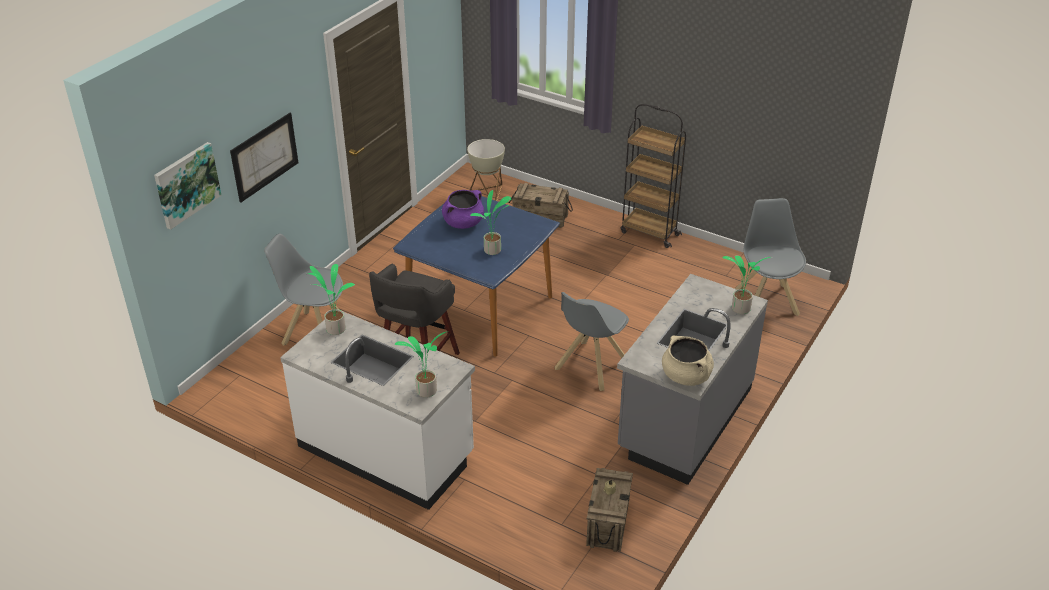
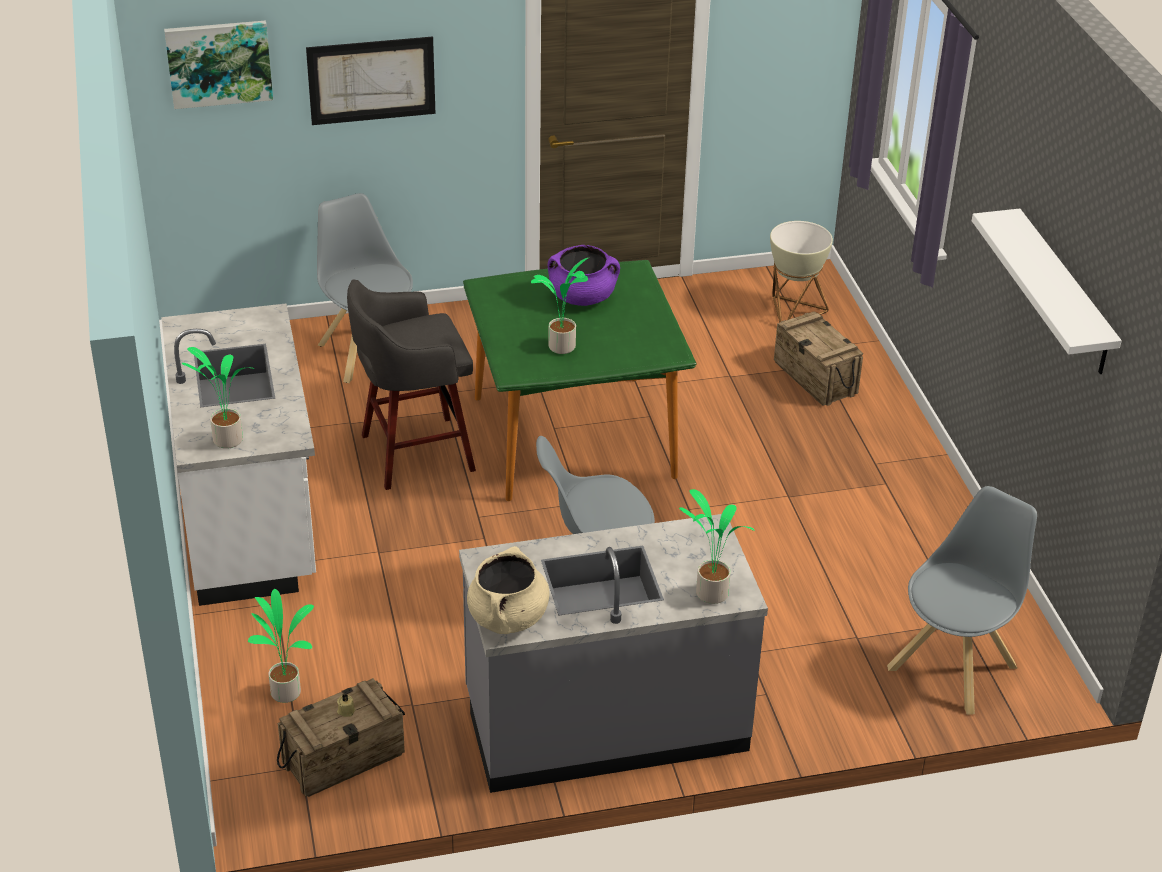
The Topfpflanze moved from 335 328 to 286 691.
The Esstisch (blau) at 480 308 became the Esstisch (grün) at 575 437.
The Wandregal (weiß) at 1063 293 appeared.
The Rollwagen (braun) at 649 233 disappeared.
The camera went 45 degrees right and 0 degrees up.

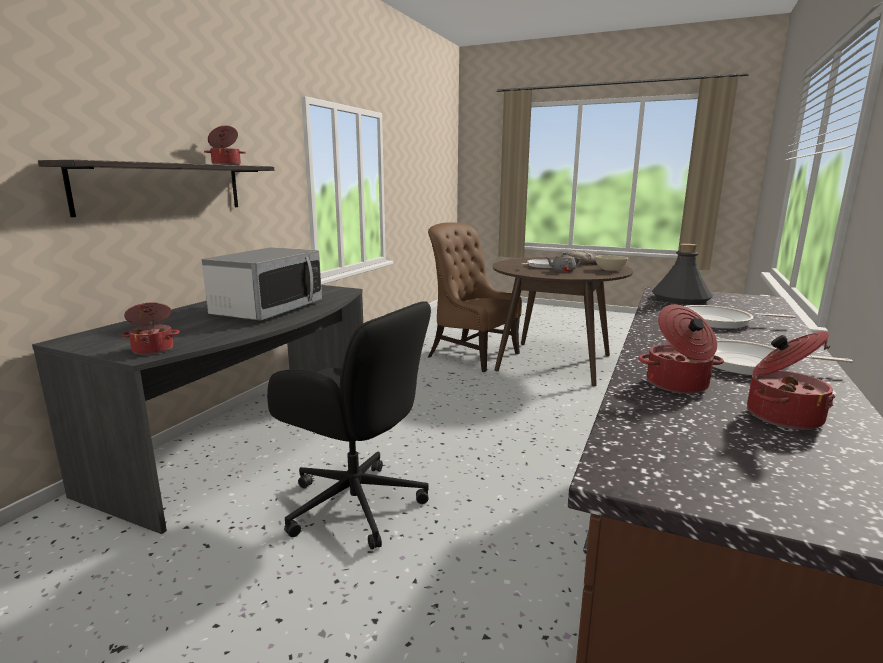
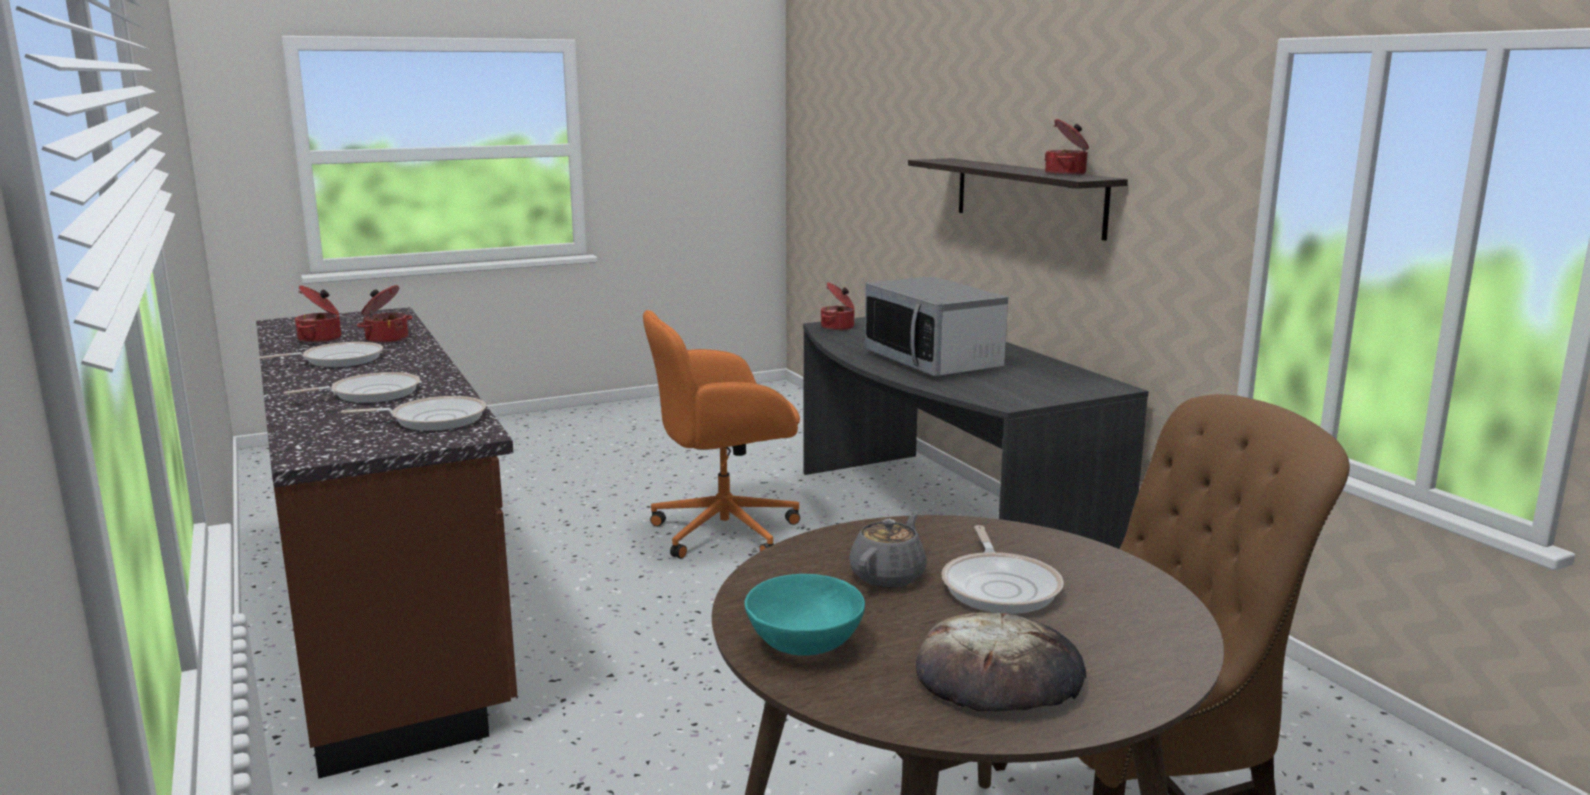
The Flasche (grau) at 681 299 was replaced by the Pfanne at 433 419.
The Bürostuhl (schwarz) at 354 505 became the Bürostuhl (orange) at 725 532.
The Schüssel (beige) at 610 270 became the Schüssel (türkis) at 805 644.
The camera went 130 degrees right and 0 degrees up.

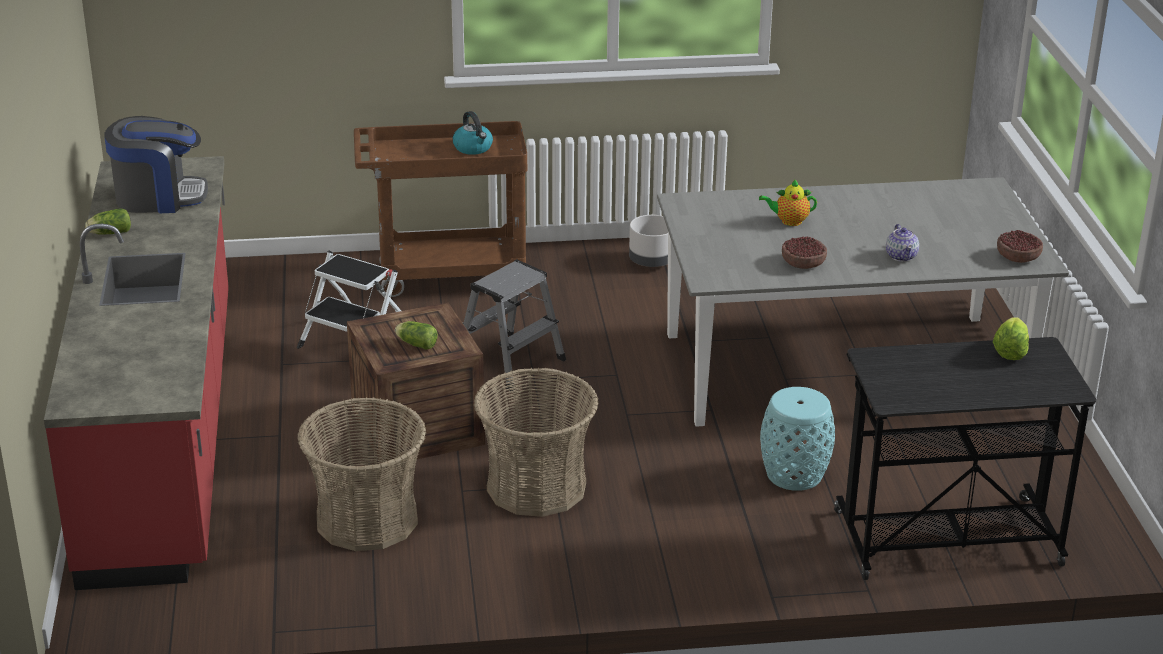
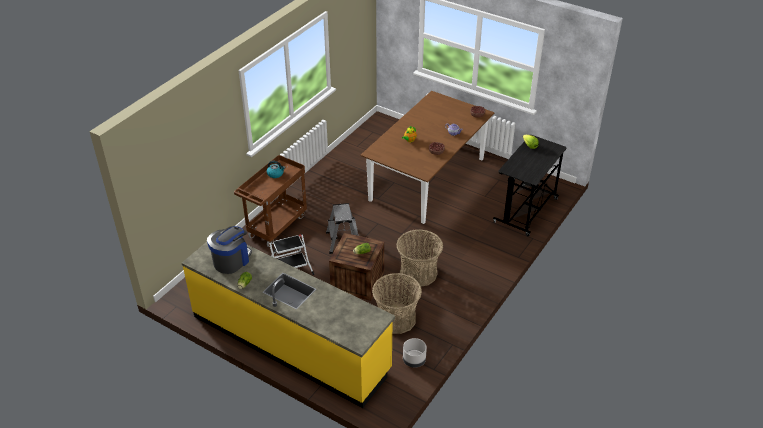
The Küchenzeile (rot) at 164 431 became the Küchenzeile (gelb) at 290 342.
The Esstisch (grau) at 843 368 became the Esstisch (braun) at 427 179.
The Pflanzkübel (grau) moved from 651 262 to 414 360.
The Hocker (türkis) at 794 475 disappeared.
The camera went 50 degrees left and 10 degrees up.

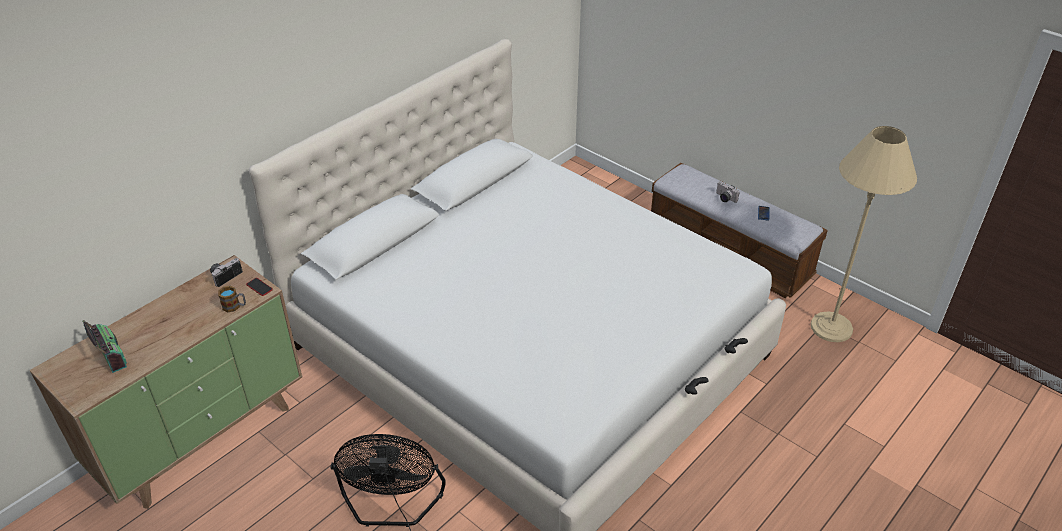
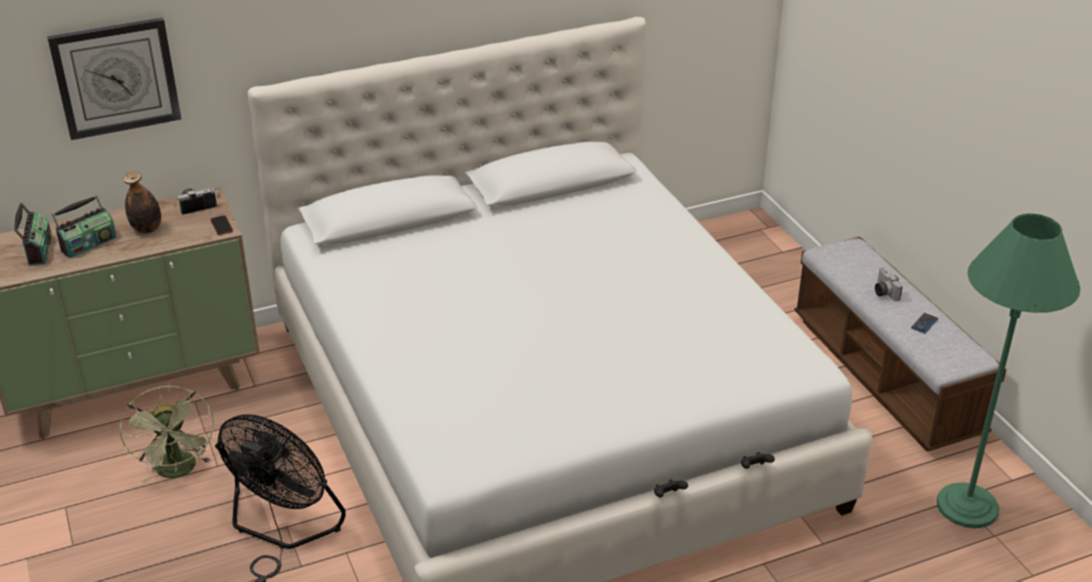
The Wanduhr at 116 77 appeared.
The Radio at 88 244 appeared.
The Ventilator (grün) at 179 471 appeared.
The Flasche at 147 229 appeared.
The Stehlampe (beige) at 831 327 became the Stehlampe (grün) at 967 506.
The Henkelbecher at 235 306 disappeared.
The camera went 25 degrees right and 5 degrees down.

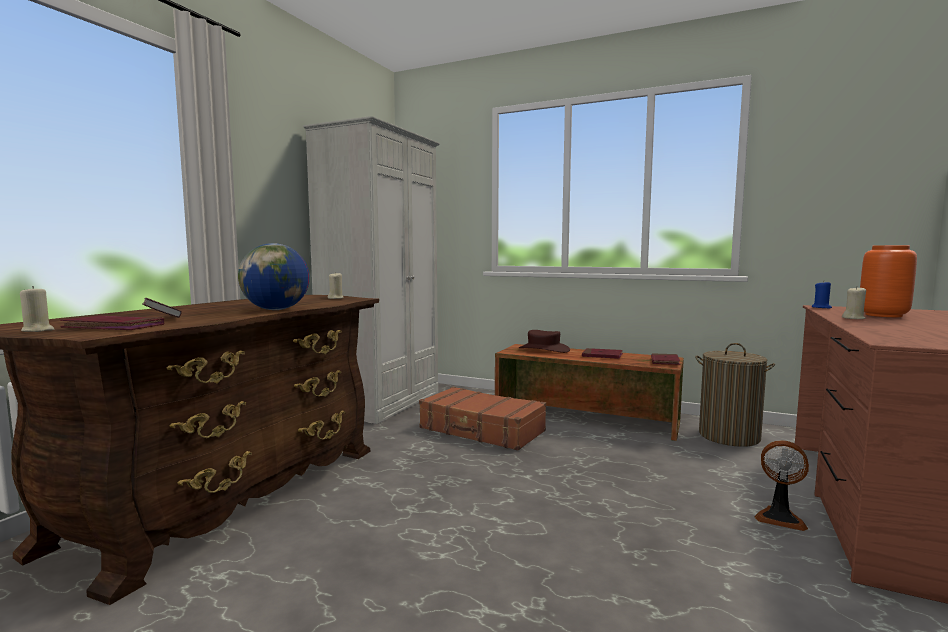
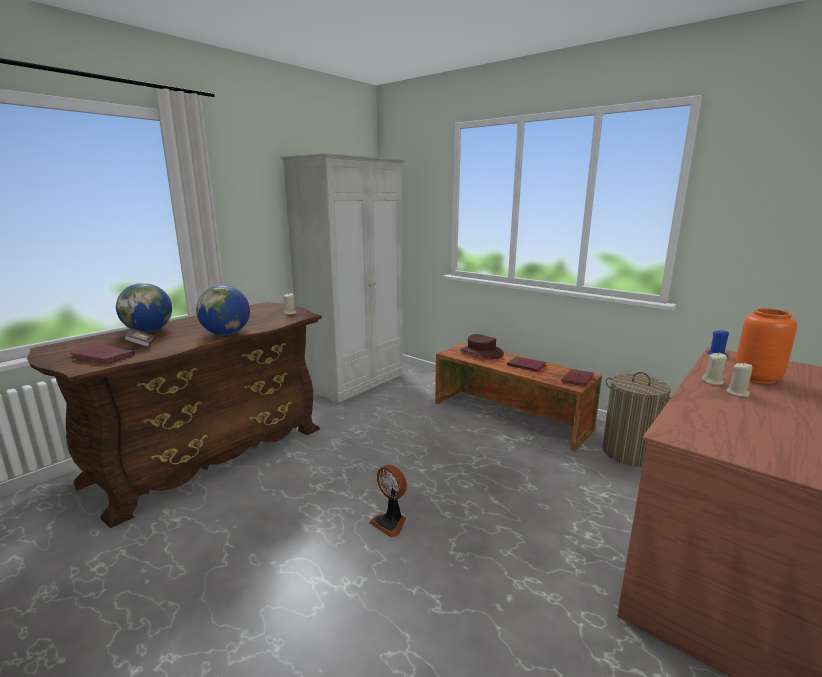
The Globus at 149 331 appeared.
The Ventilator moved from 779 518 to 390 522.
The Kerze (beige) moved from 38 330 to 737 393.
The Koffer (braun) at 481 430 disappeared.
The camera went 15 degrees right and 10 degrees up.

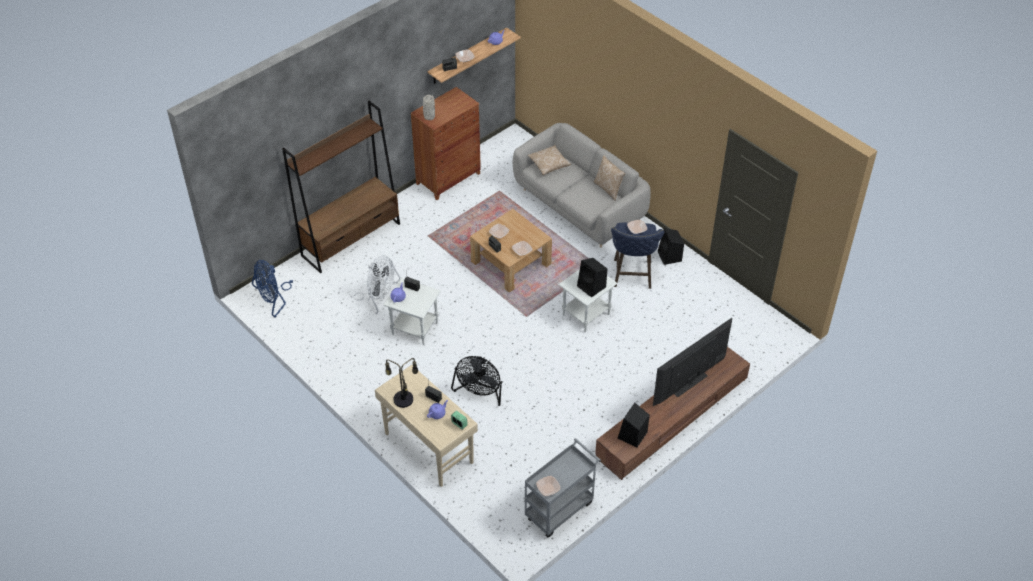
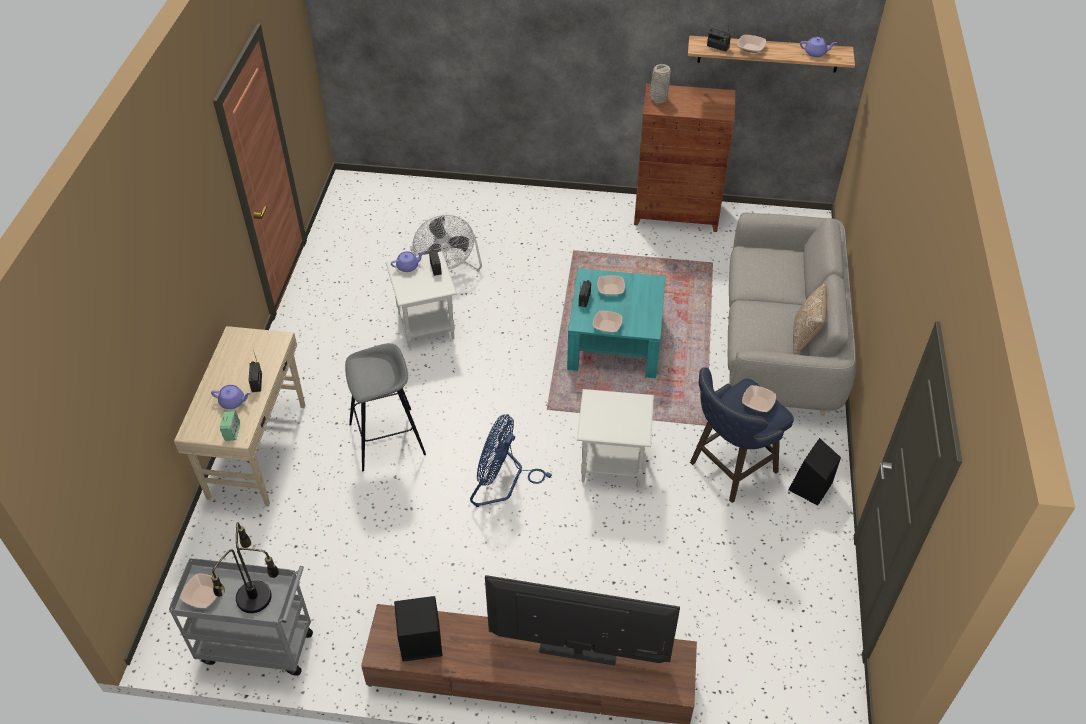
The Tischlampe moved from 403 399 to 254 598.
The Ventilator (schwarz) at 479 390 was replaced by the Hocker (grau) at 387 439.
The Ventilator (blau) moved from 273 297 to 505 478.
The Couchtisch (braun) at 511 263 became the Couchtisch (türkis) at 615 342.
The Bücherregal (braun) at 351 239 disappeared.
The Kissen at 549 165 disappeared.
The Lautsprecher (schwarz) at 592 287 disappeared.
The camera went 50 degrees right and 0 degrees up.

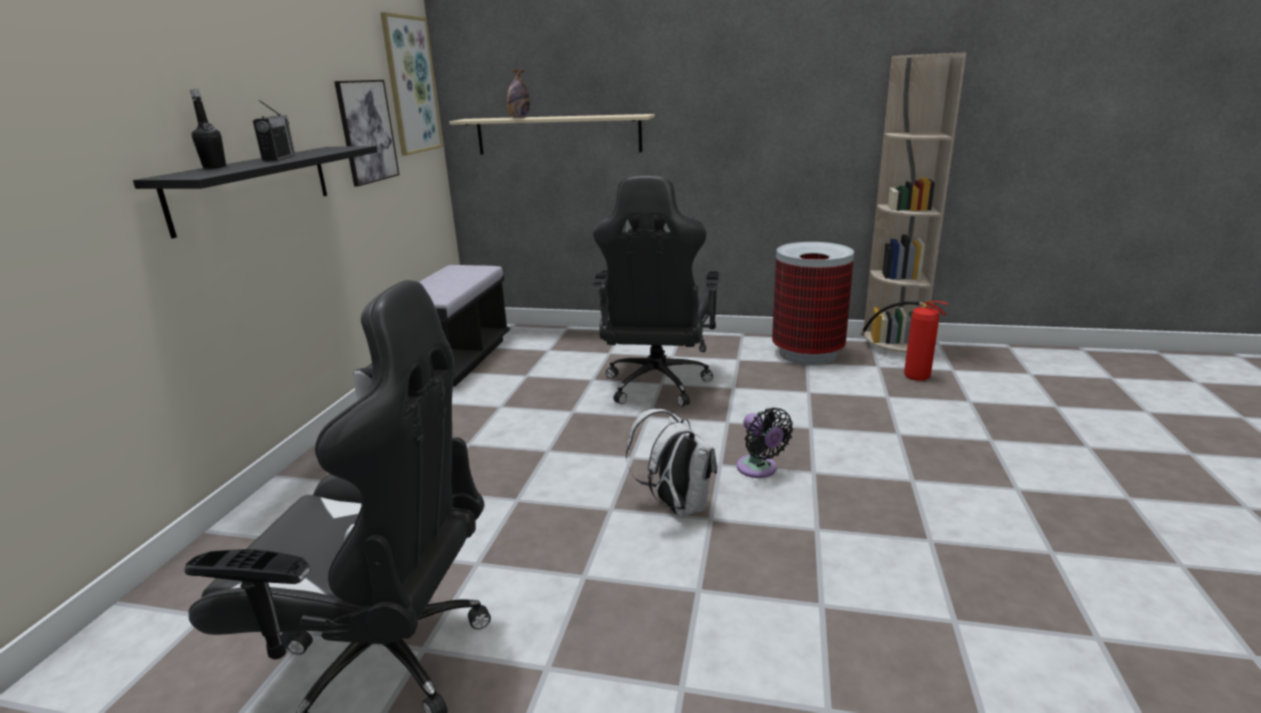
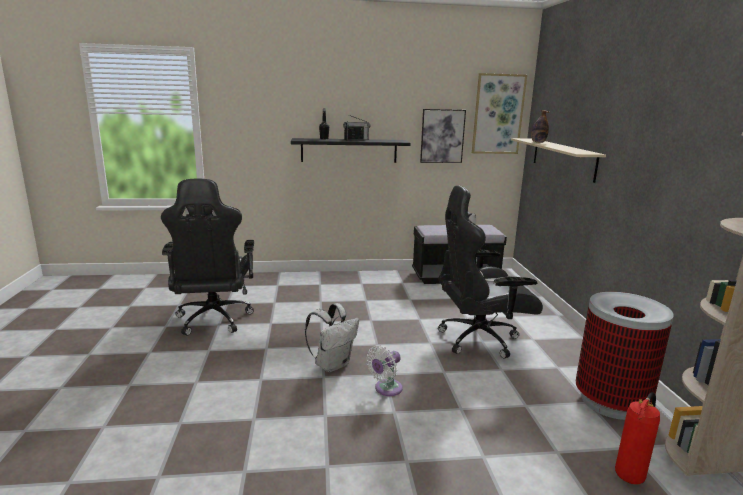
The Ventilator (schwarz) at 759 469 became the Ventilator (weiß) at 386 389.
The camera went 70 degrees right and 5 degrees down.

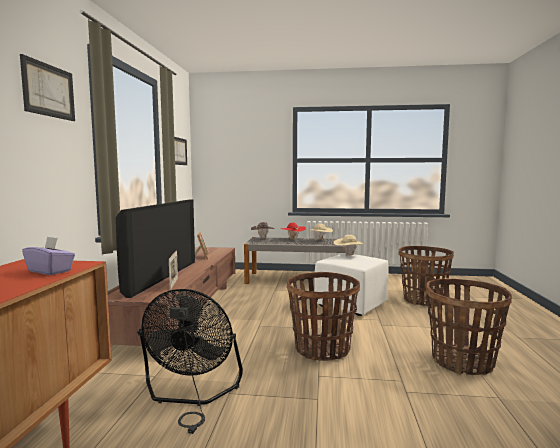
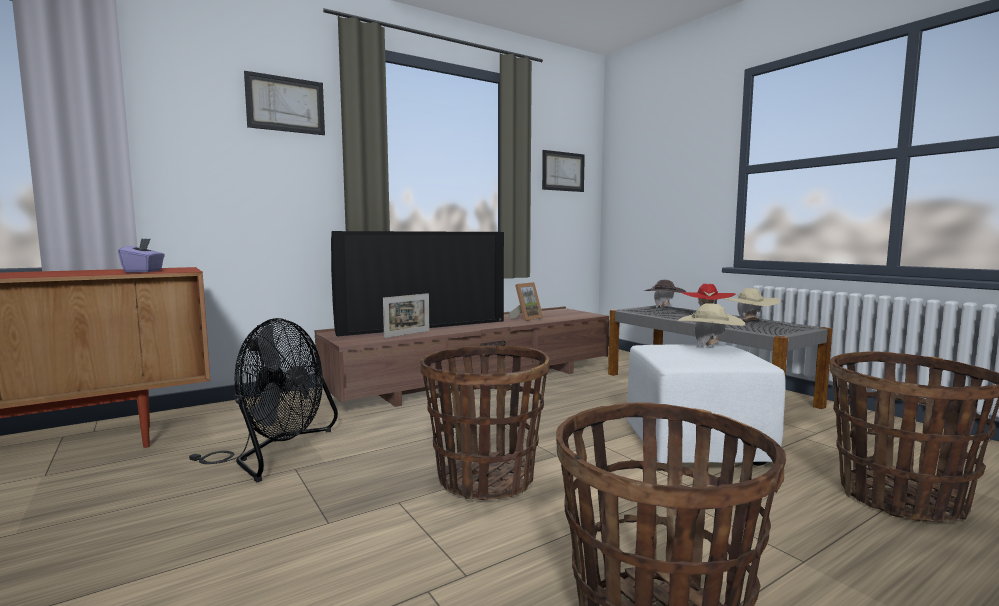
The Ventilator (schwarz) at 188 395 turned 45 degrees clockwise.
The camera went 50 degrees right and 0 degrees up.

